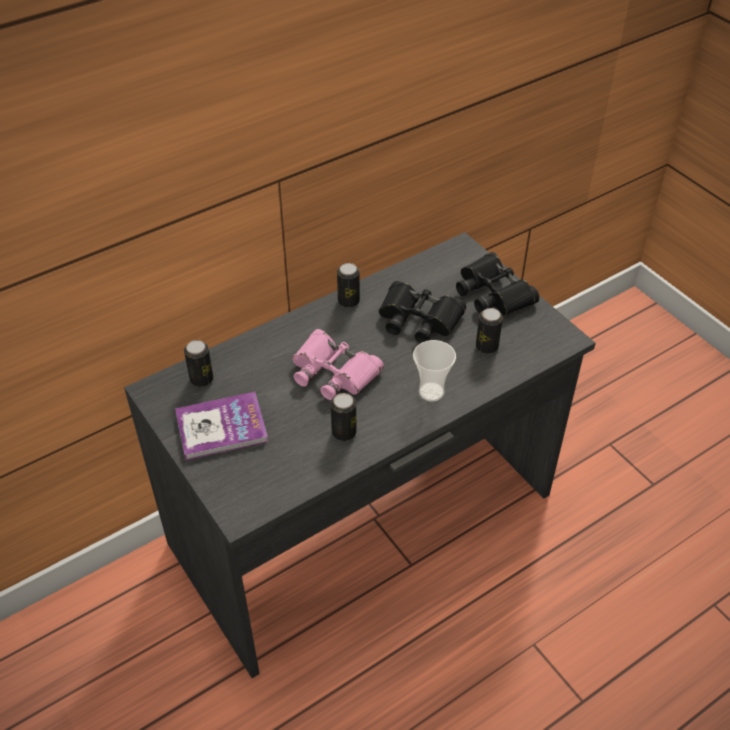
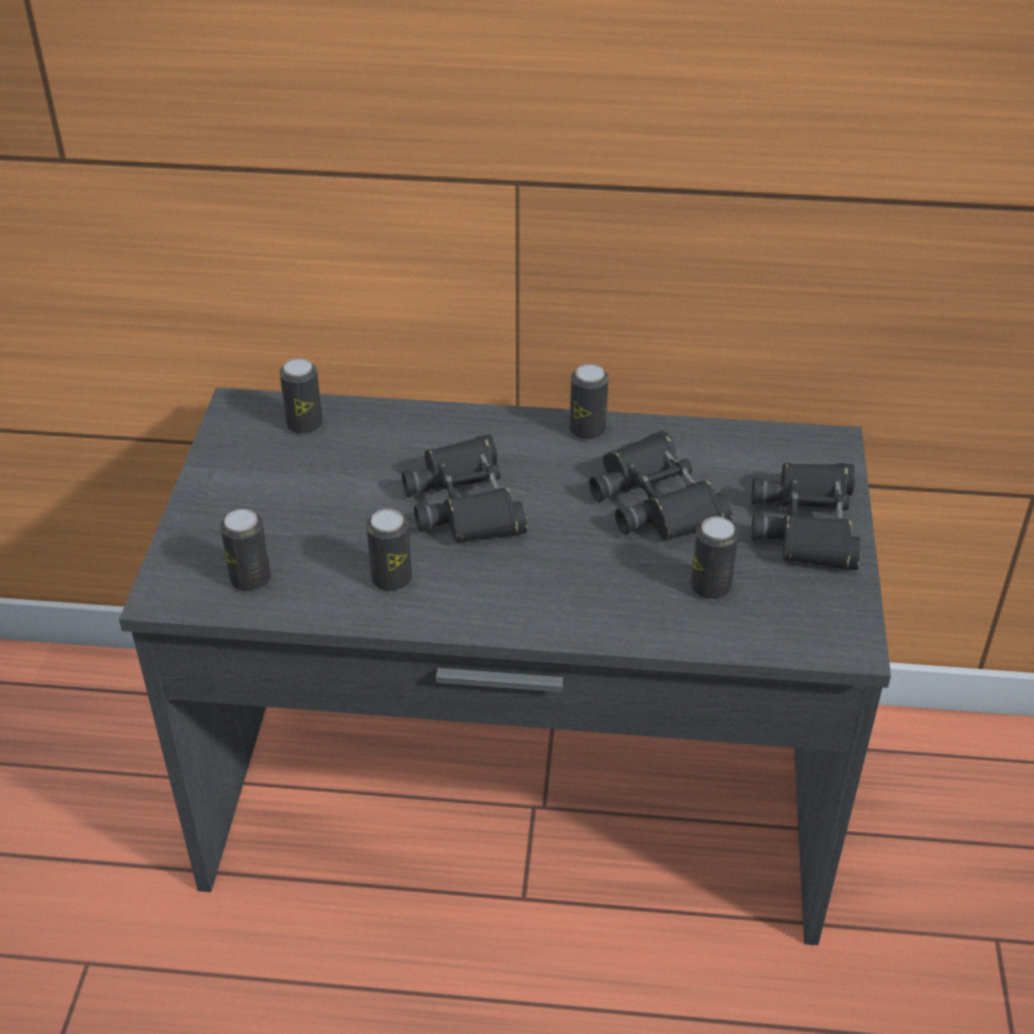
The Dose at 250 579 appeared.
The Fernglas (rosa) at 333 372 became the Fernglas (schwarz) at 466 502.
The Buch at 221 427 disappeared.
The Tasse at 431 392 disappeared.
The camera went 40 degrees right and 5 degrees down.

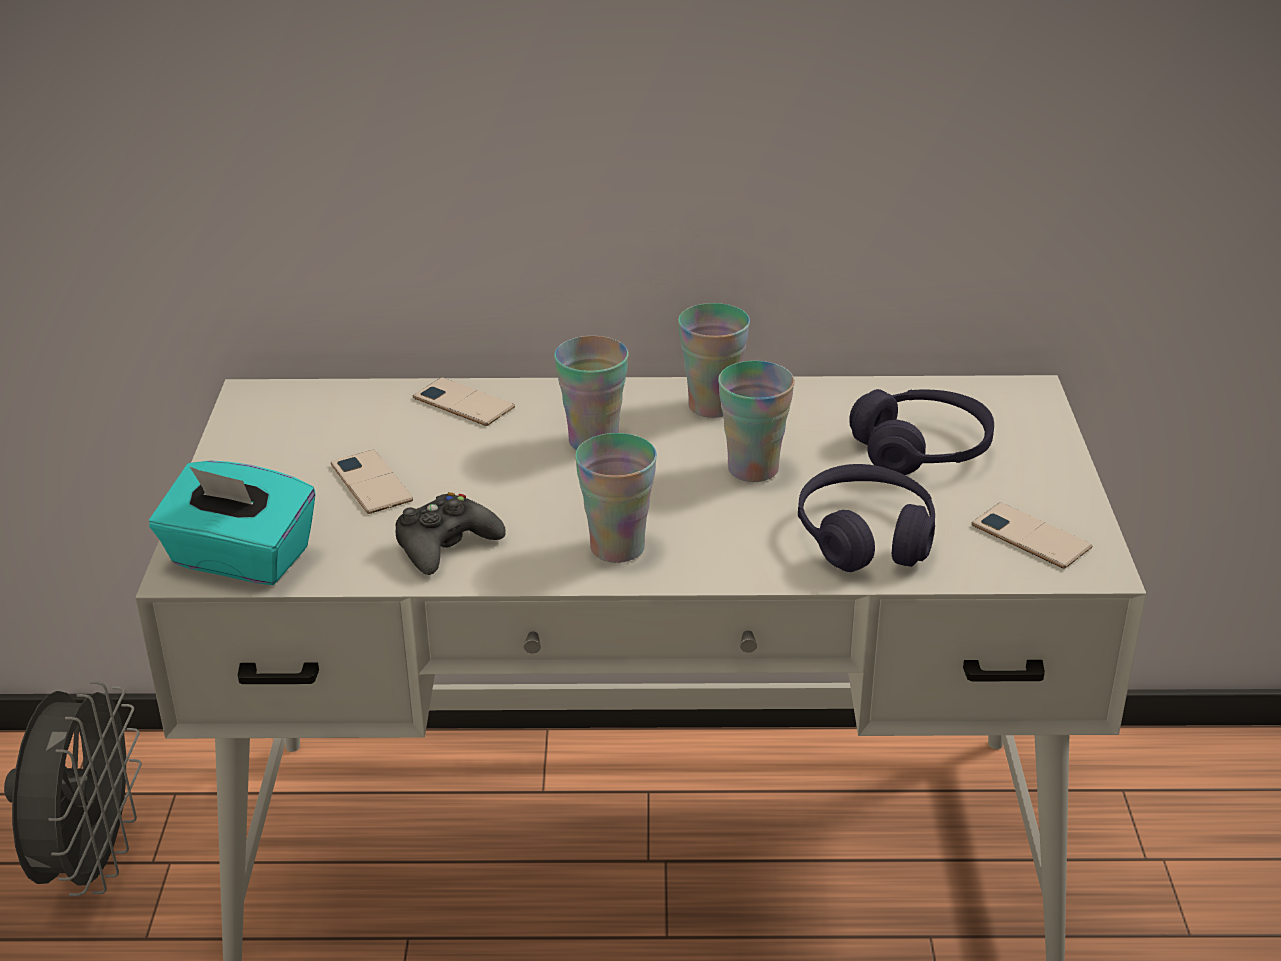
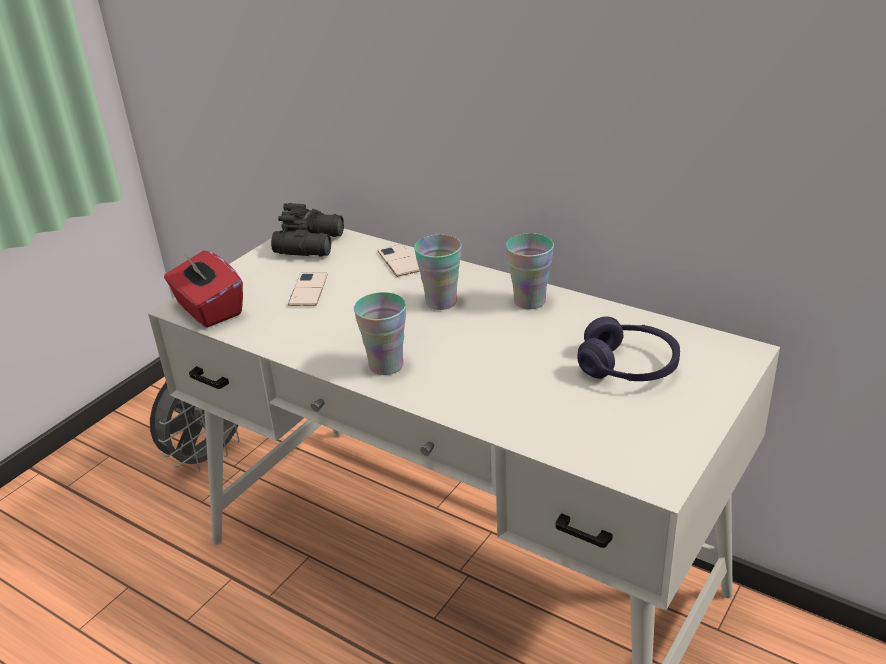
The Taschentuchbox (türkis) at 240 559 became the Taschentuchbox (rot) at 208 309.
The Fernglas (schwarz) at 312 243 appeared.
The Gamepad (schwarz) at 445 545 disappeared.
The Tasse at 753 469 disappeared.
The Kopfhörer (lila) at 865 537 disappeared.
The Handy at 1031 536 disappeared.
The camera went 35 degrees right and 0 degrees up.

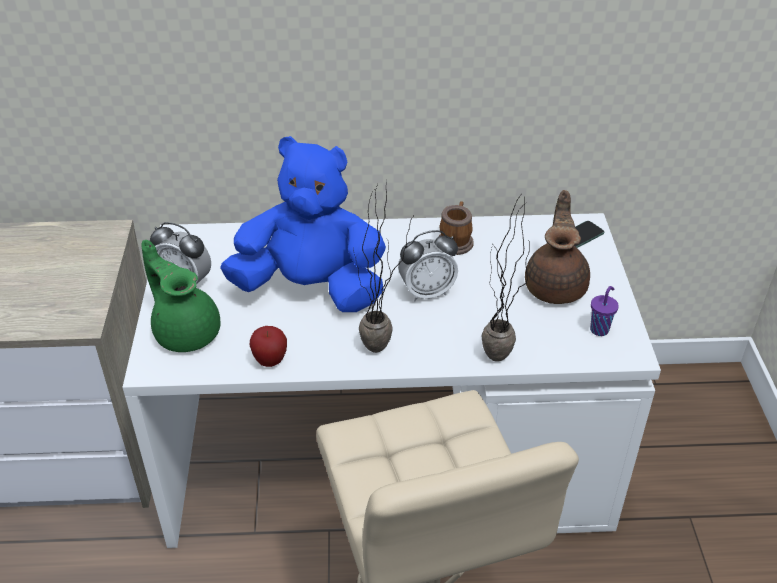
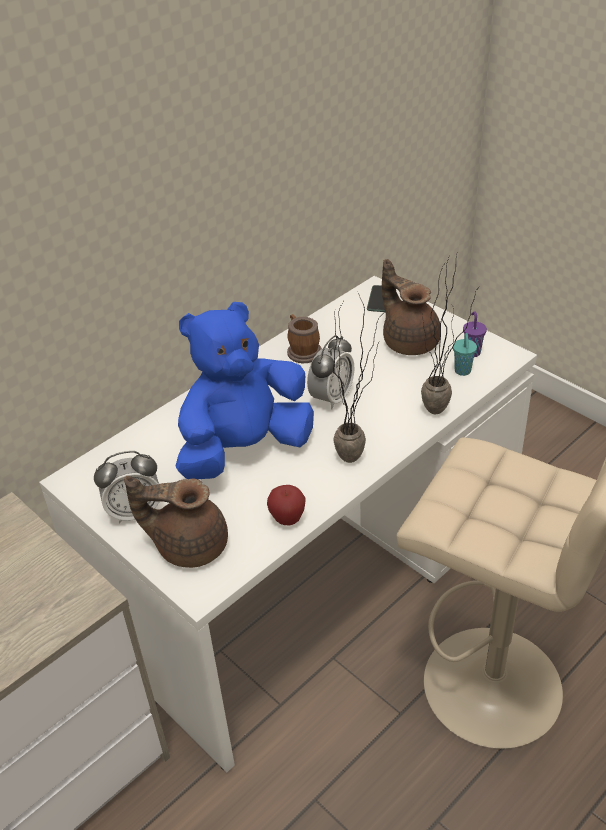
The Teekanne (grün) at 186 331 became the Teekanne (braun) at 189 545.
The Tasse (türkis) at 462 371 appeared.
The camera went 40 degrees left and 0 degrees up.

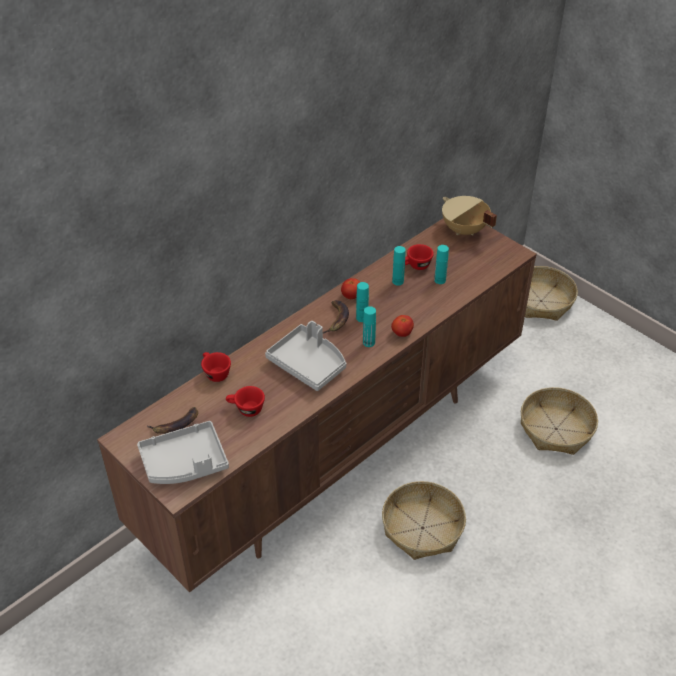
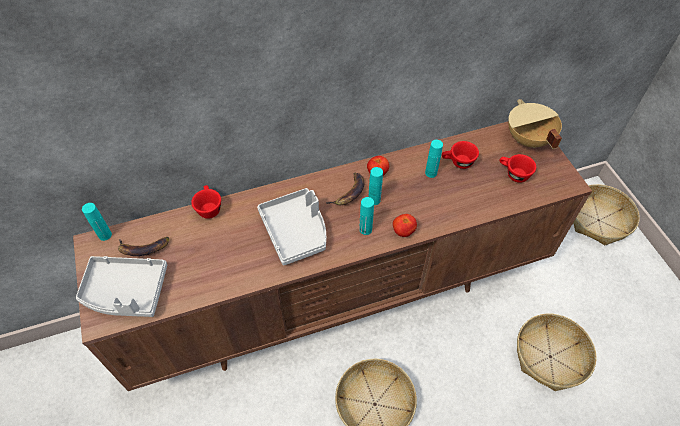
The Flasche (türkis) moved from 440 280 to 105 235.
The Tasse (rot) moved from 245 409 to 513 174.
The camera went 25 degrees right and 10 degrees up.

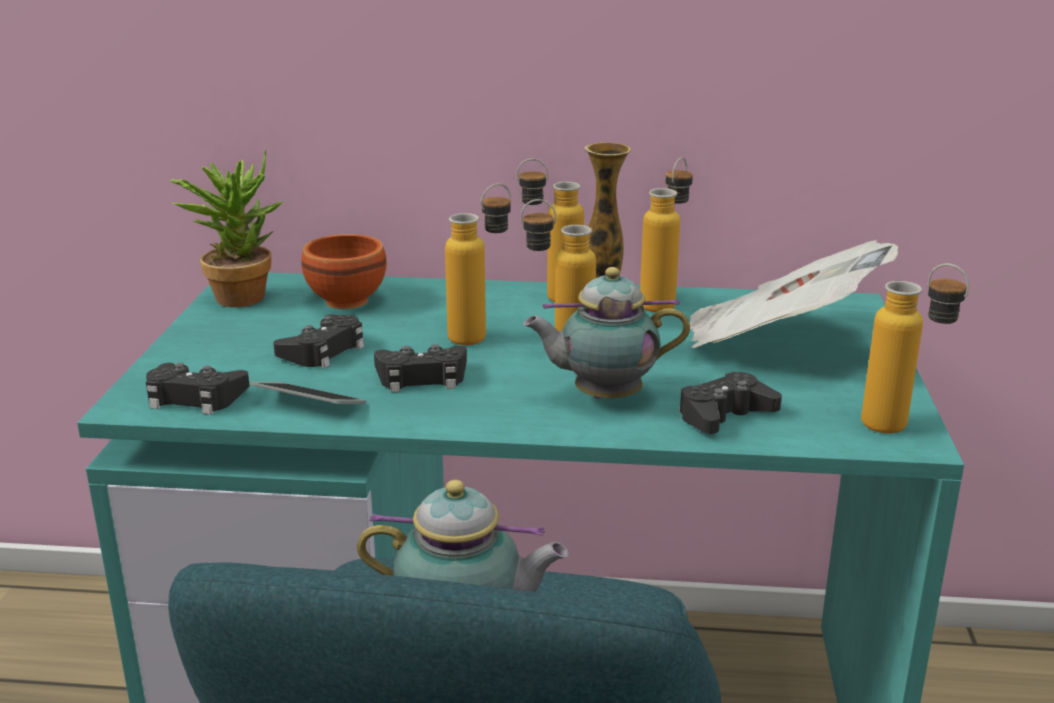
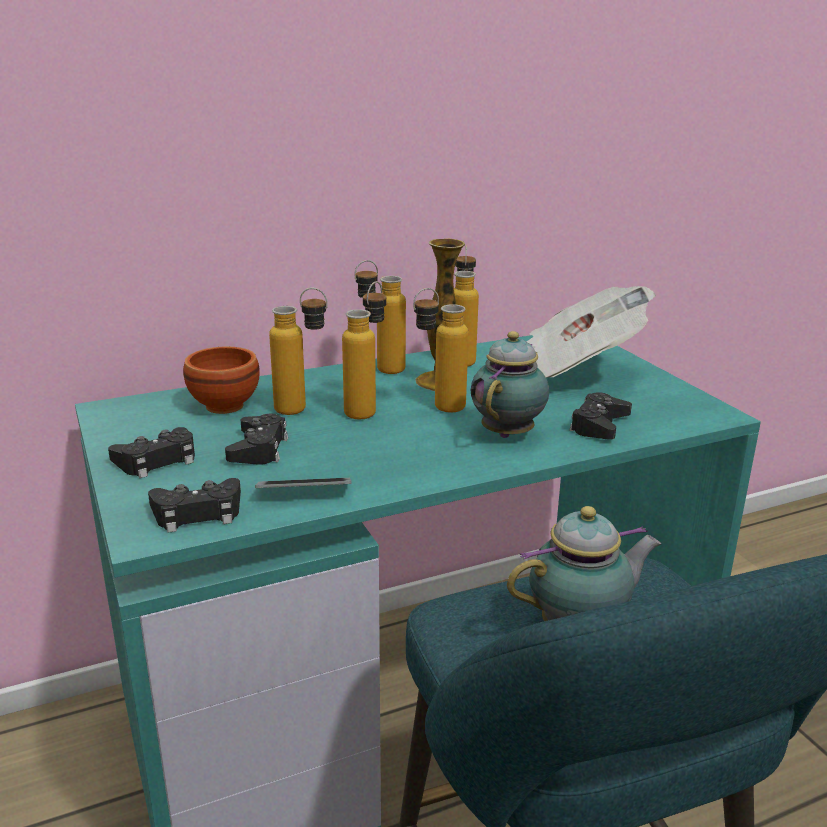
The Gamepad (schwarz) moved from 422 377 to 157 460.
The Flasche moved from 901 430 to 302 410.
The Teekanne at 602 397 turned 150 degrees clockwise.
The Topfpflanze at 238 294 disappeared.
The camera went 30 degrees left and 0 degrees up.

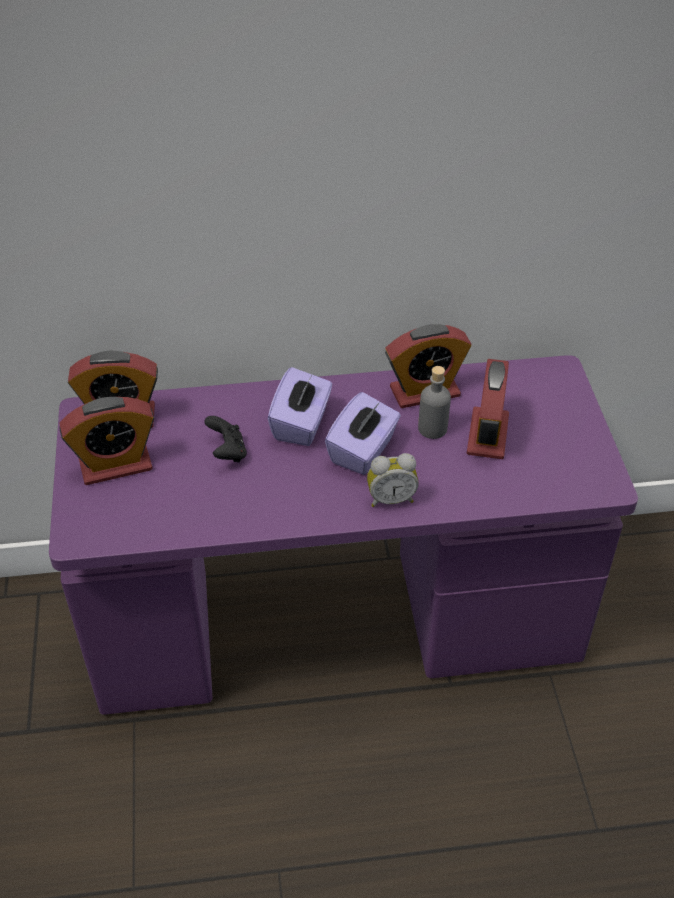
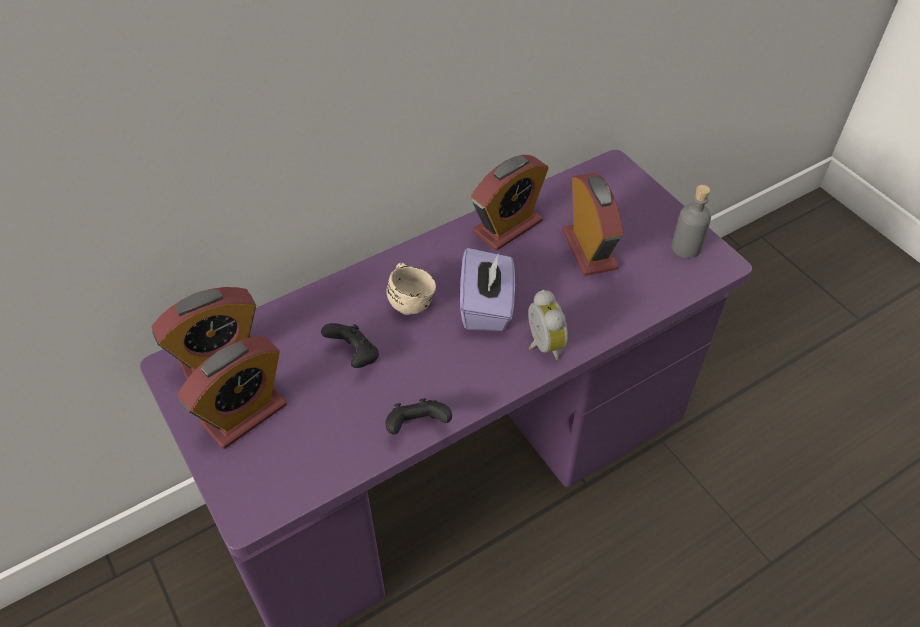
The Gamepad (schwarz) at 417 426 appeared.
The Taschentuchbox (lila) at 301 424 was replaced by the Henkelbecher (beige) at 411 299.
The Wecker at 391 498 turned 75 degrees counterclockwise.
The Flasche (grau) moved from 432 428 to 686 247.
The camera went 25 degrees left and 5 degrees up.

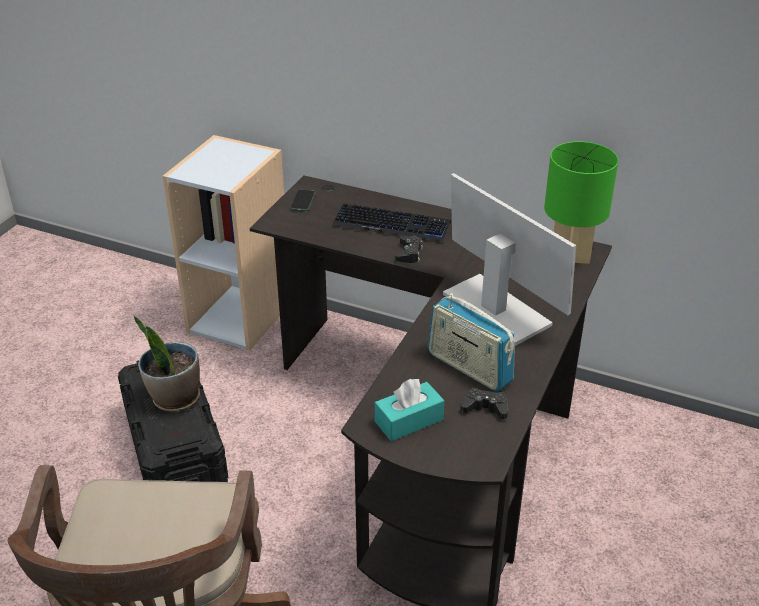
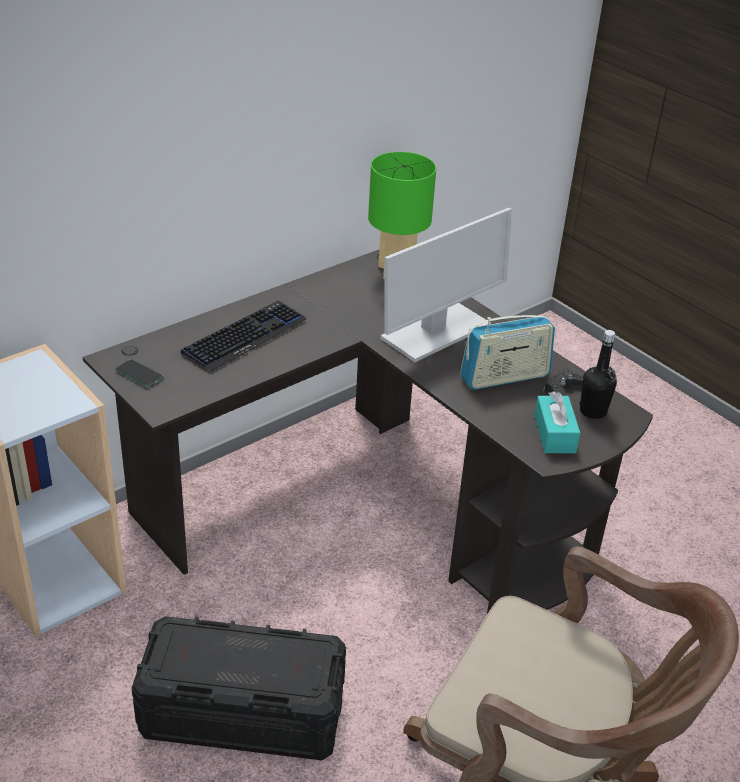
The Monitor at 497 310 turned 150 degrees clockwise.
The Flasche (schwarz) at 593 411 appeared.
The Topfpflanze at 175 398 disappeared.
The Gamepad (schwarz) at 409 253 disappeared.
The camera went 65 degrees left and 0 degrees up.

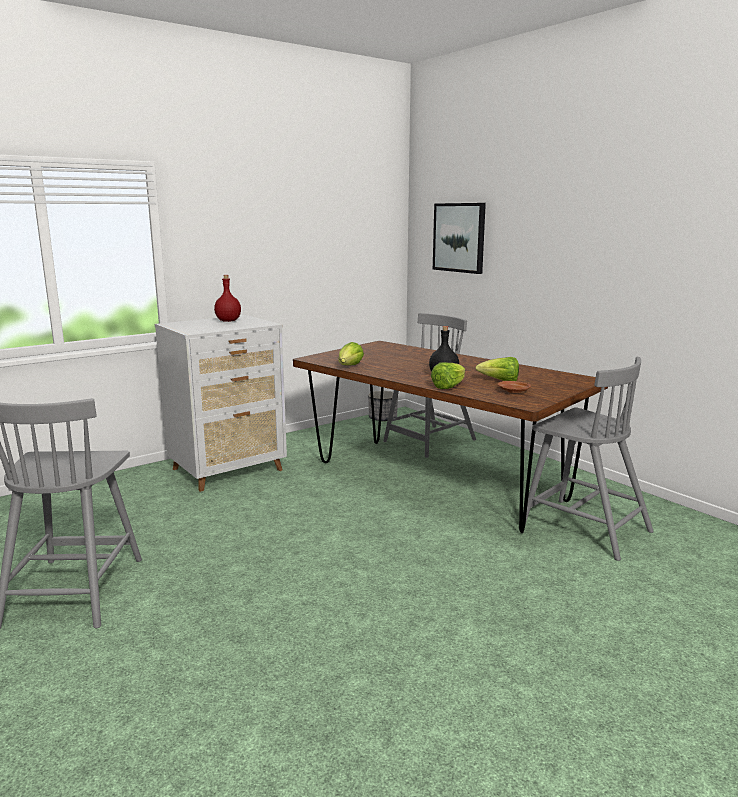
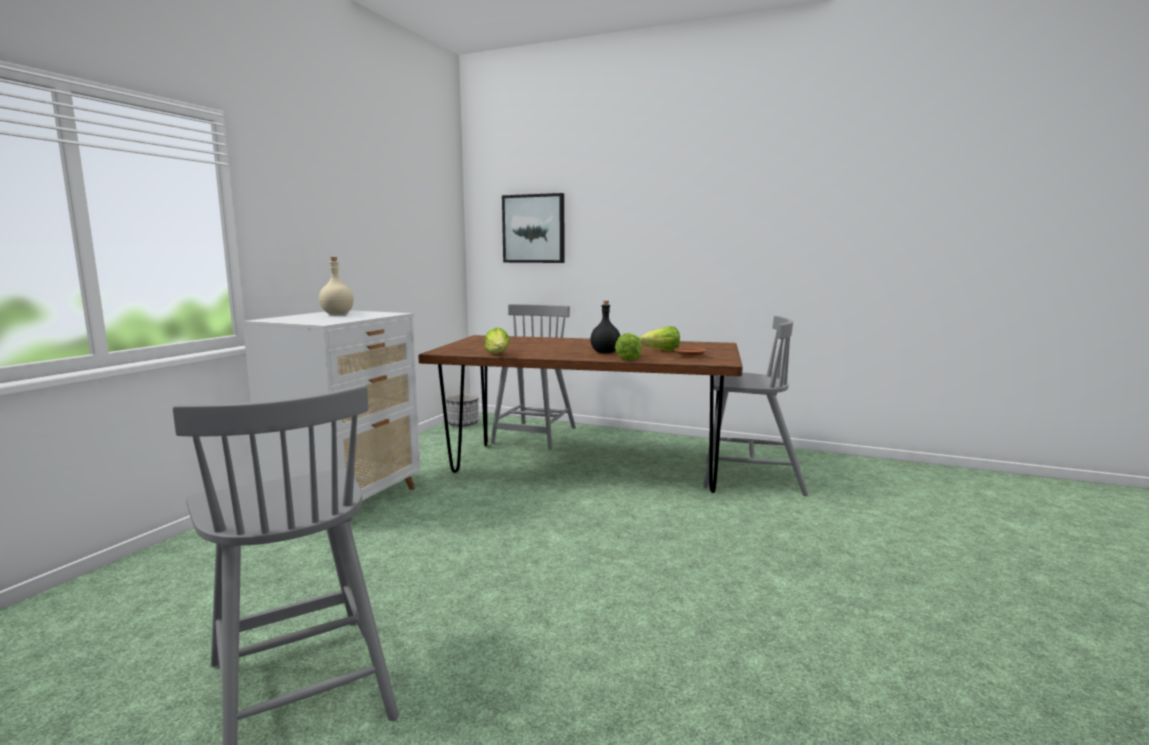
The Flasche (rot) at 228 321 became the Flasche (beige) at 338 314.
The camera went 30 degrees left and 5 degrees down.

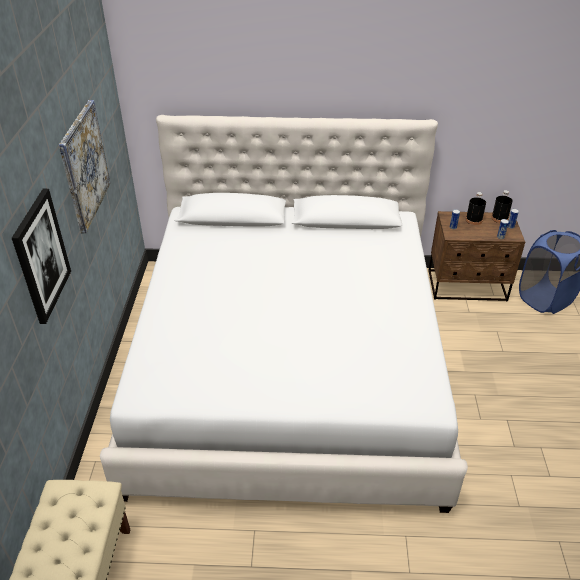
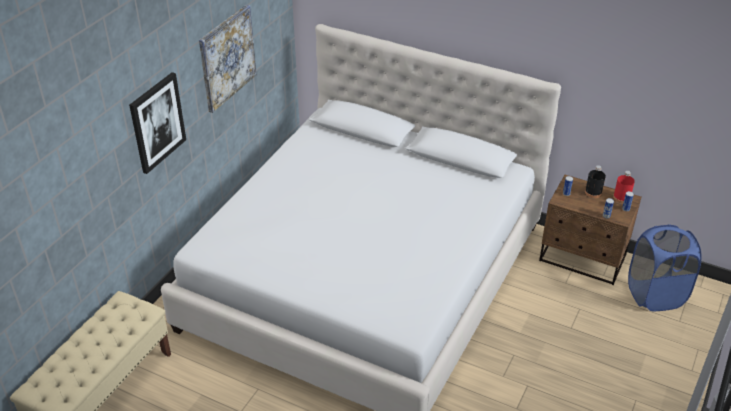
The Flasche (schwarz) at 499 218 became the Flasche (rot) at 621 198.
The camera went 25 degrees right and 0 degrees up.

